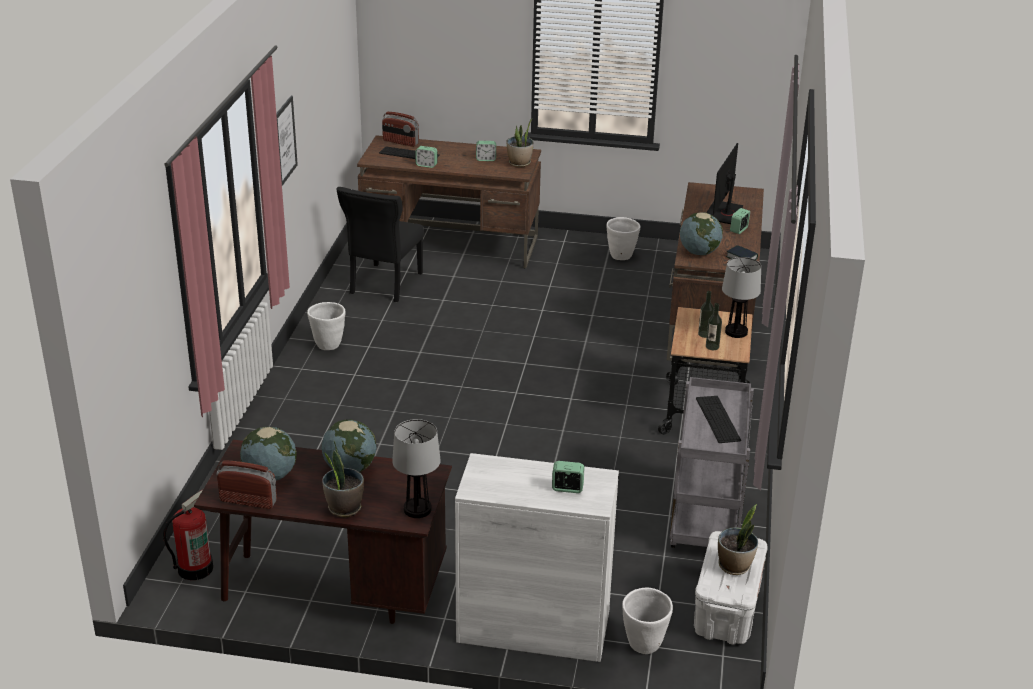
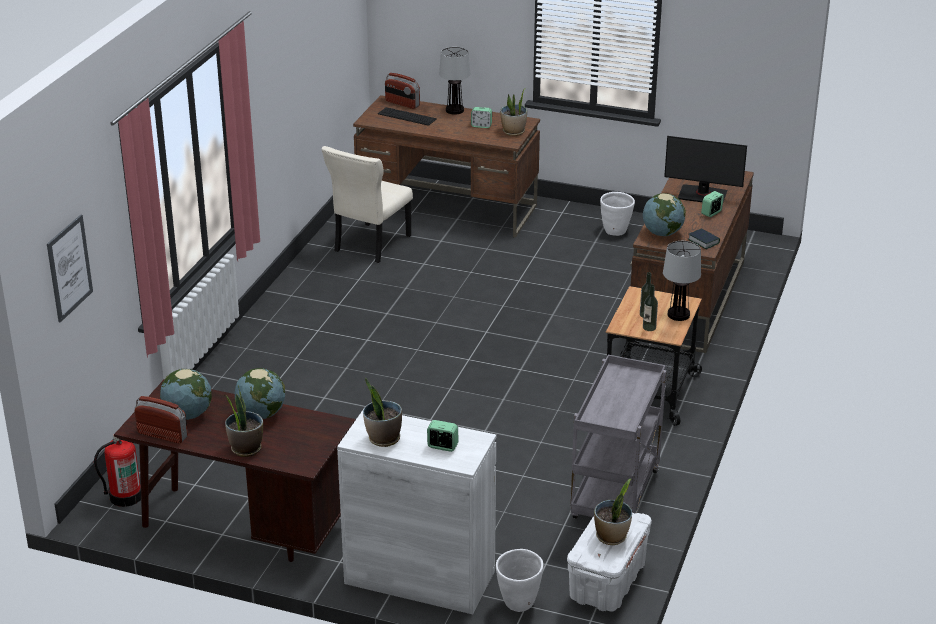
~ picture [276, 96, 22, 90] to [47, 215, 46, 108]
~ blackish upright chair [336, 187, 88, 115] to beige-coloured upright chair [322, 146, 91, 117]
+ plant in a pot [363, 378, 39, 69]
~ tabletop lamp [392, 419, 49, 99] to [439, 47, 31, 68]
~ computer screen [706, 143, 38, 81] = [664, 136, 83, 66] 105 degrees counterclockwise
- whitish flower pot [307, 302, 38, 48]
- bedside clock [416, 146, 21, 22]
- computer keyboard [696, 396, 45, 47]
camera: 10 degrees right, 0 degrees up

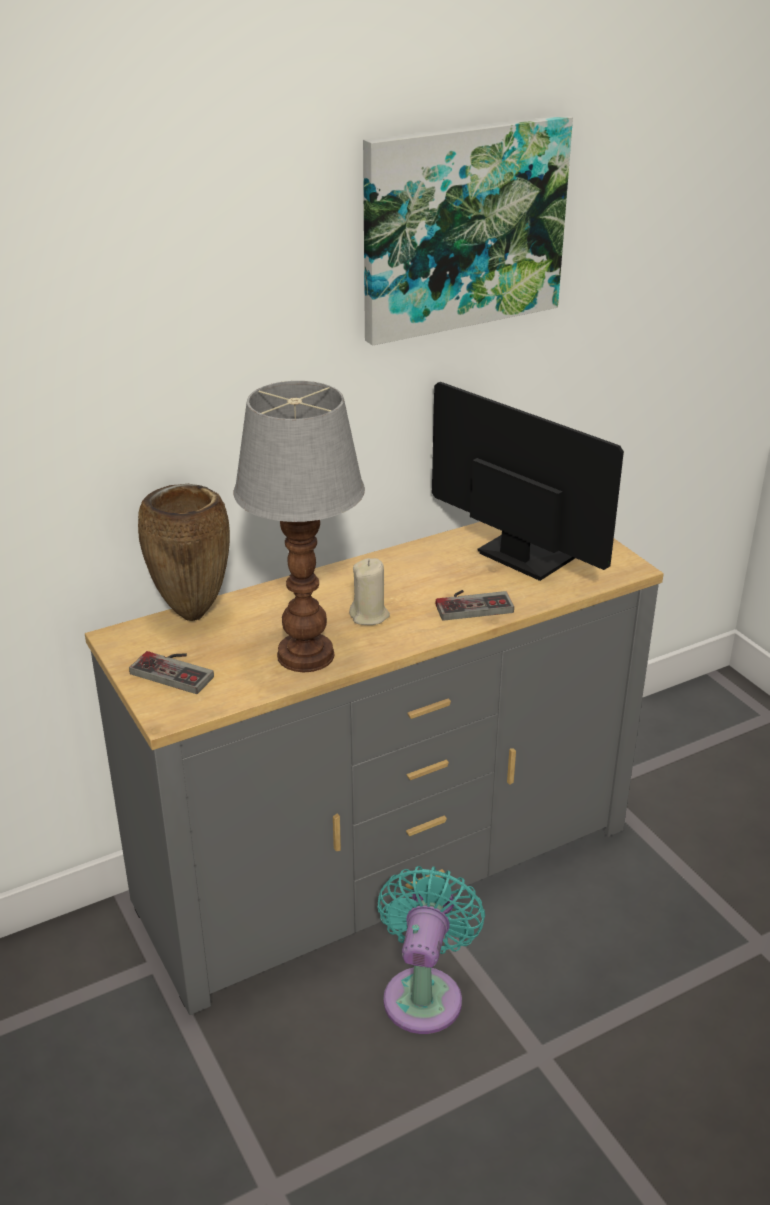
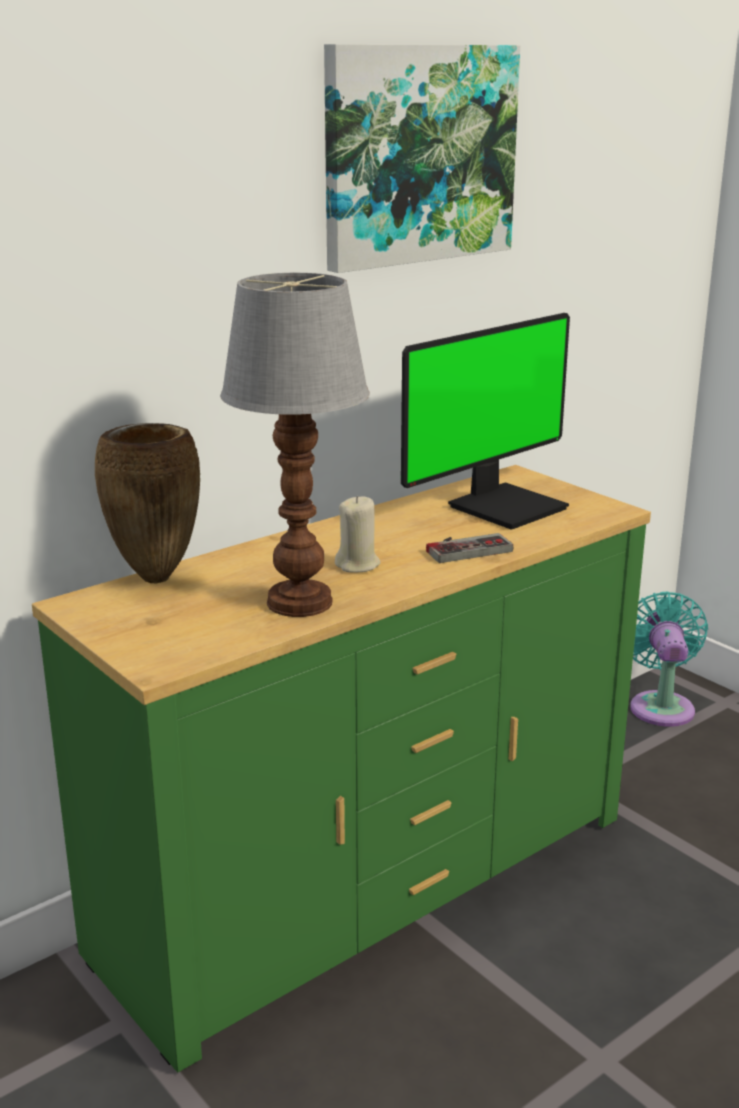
~ grey chest of drawers [85, 522, 579, 493] to greenish chest of drawers [32, 465, 619, 607]
~ computer screen [432, 382, 192, 199] = [401, 313, 169, 217] 105 degrees clockwise
~ turquoise-coloured electric fan [377, 866, 108, 168] to [630, 591, 78, 136]
- game controller [129, 651, 85, 43]
camera: 10 degrees left, 10 degrees down

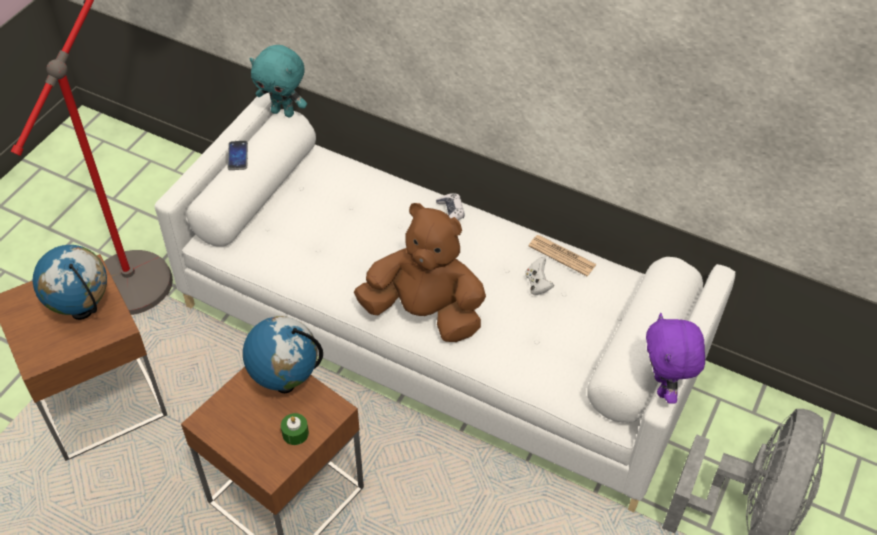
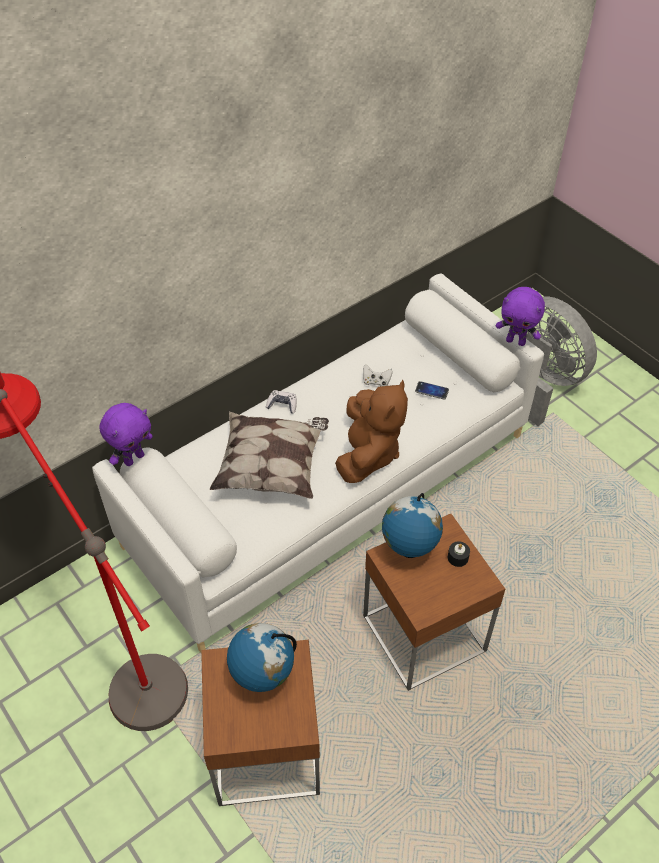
~ turquoise-coloured plush toy [249, 45, 58, 72] to purple-coloured plush toy [99, 403, 54, 63]
+ cushion [210, 412, 119, 87]
~ brownish plush toy [354, 203, 132, 139] = [335, 380, 73, 103] 150 degrees clockwise
~ phone [228, 141, 20, 29] to [415, 381, 34, 18]
~ greenish wax light [281, 413, 28, 32] to blackish wax light [448, 541, 22, 26]
- daily paper [529, 235, 68, 41]
camera: 65 degrees left, 0 degrees up

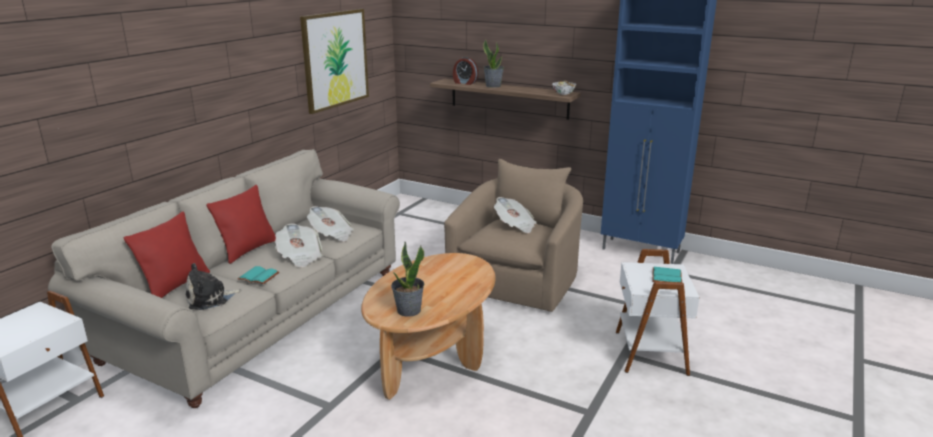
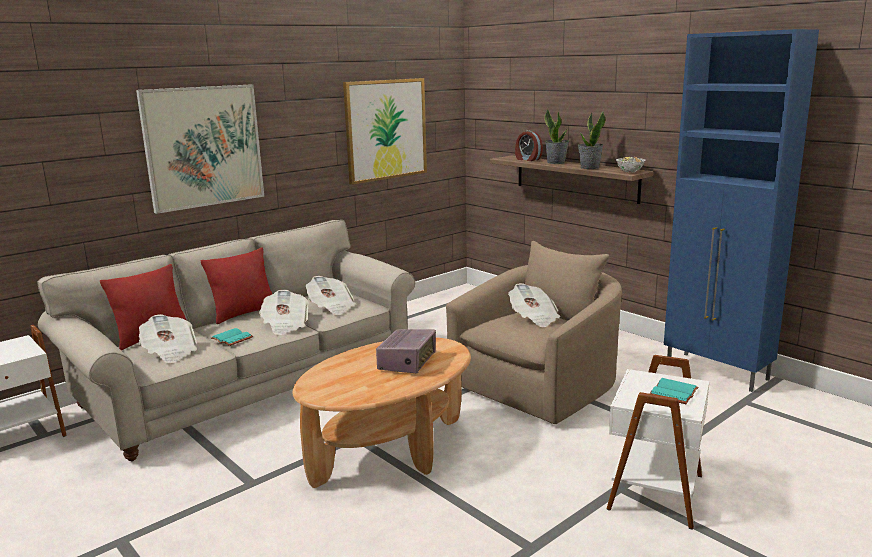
+ picture [136, 85, 128, 129]
~ plush toy [185, 263, 57, 47] to daily paper [139, 314, 58, 49]
+ radio [376, 329, 60, 44]
~ plant in a pot [391, 242, 33, 75] to [578, 112, 27, 57]
camera: 20 degrees right, 5 degrees down

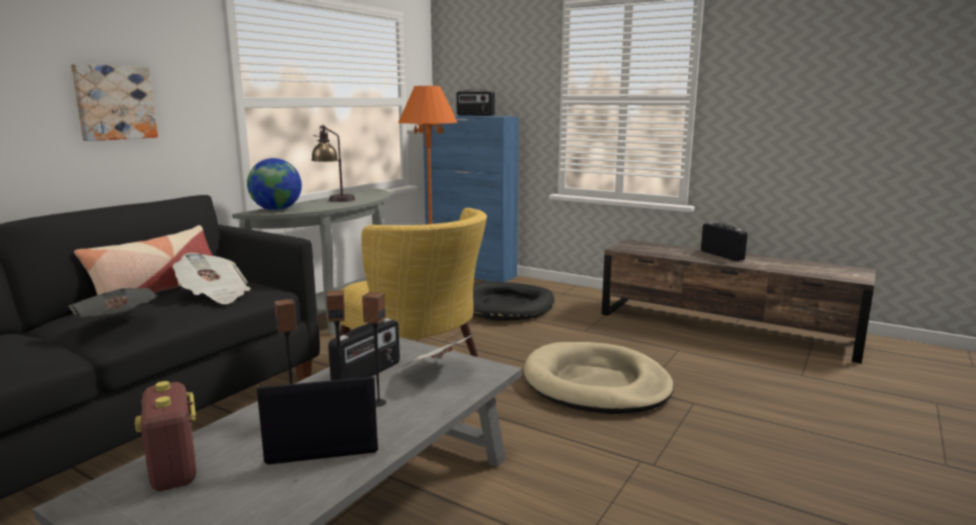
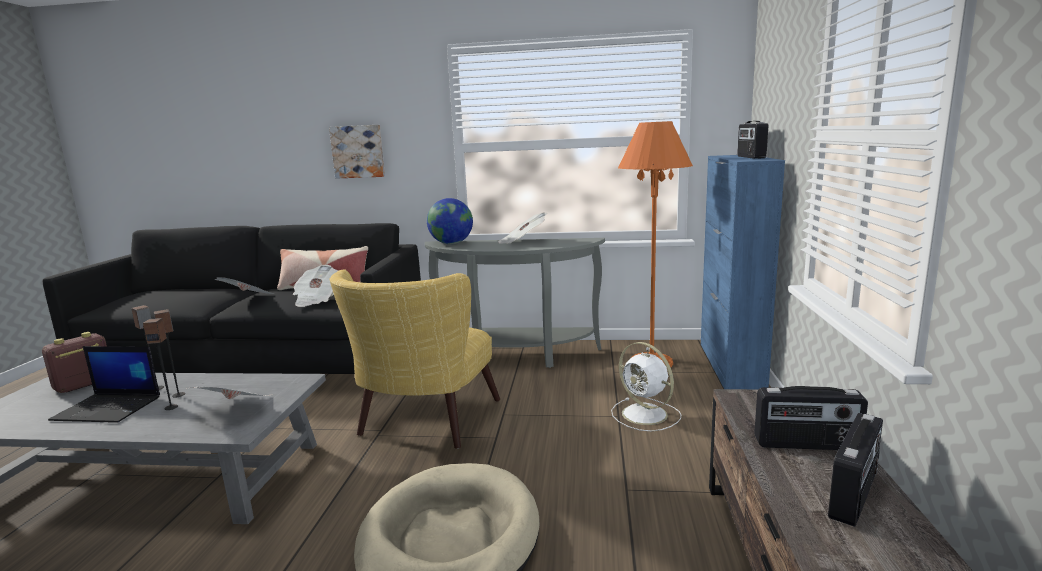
~ portable computer [257, 377, 121, 88] = [48, 346, 112, 77] 135 degrees clockwise
~ tabletop lamp [311, 125, 44, 77] to daily paper [498, 212, 49, 32]
~ blackish pet bed [473, 281, 81, 40] to whitish electric fan [611, 342, 70, 89]
~ radio [328, 318, 72, 63] to [754, 386, 114, 64]
camera: 65 degrees right, 0 degrees up

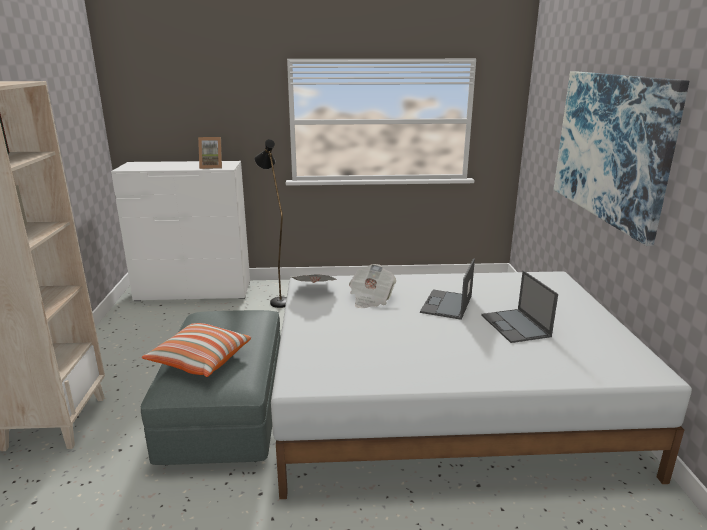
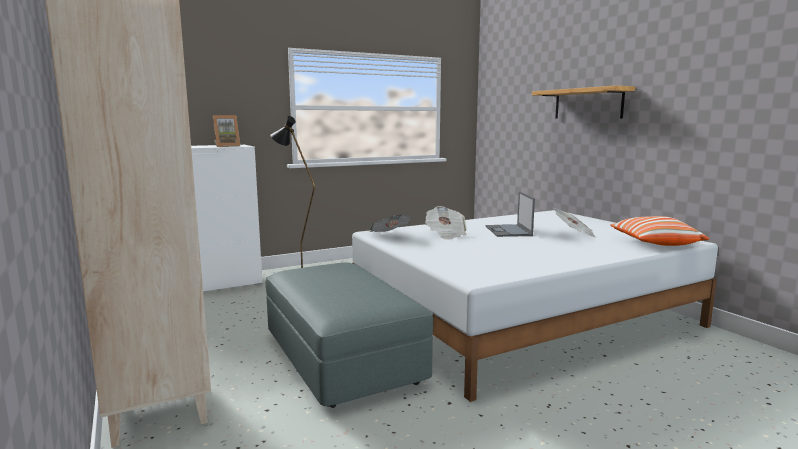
~ picture [554, 71, 135, 175] to bracket shelf [532, 86, 103, 33]
~ portable computer [481, 271, 77, 72] to daily paper [553, 208, 43, 30]
~ cushion [142, 323, 109, 54] to [610, 216, 99, 30]
camera: 25 degrees left, 10 degrees down

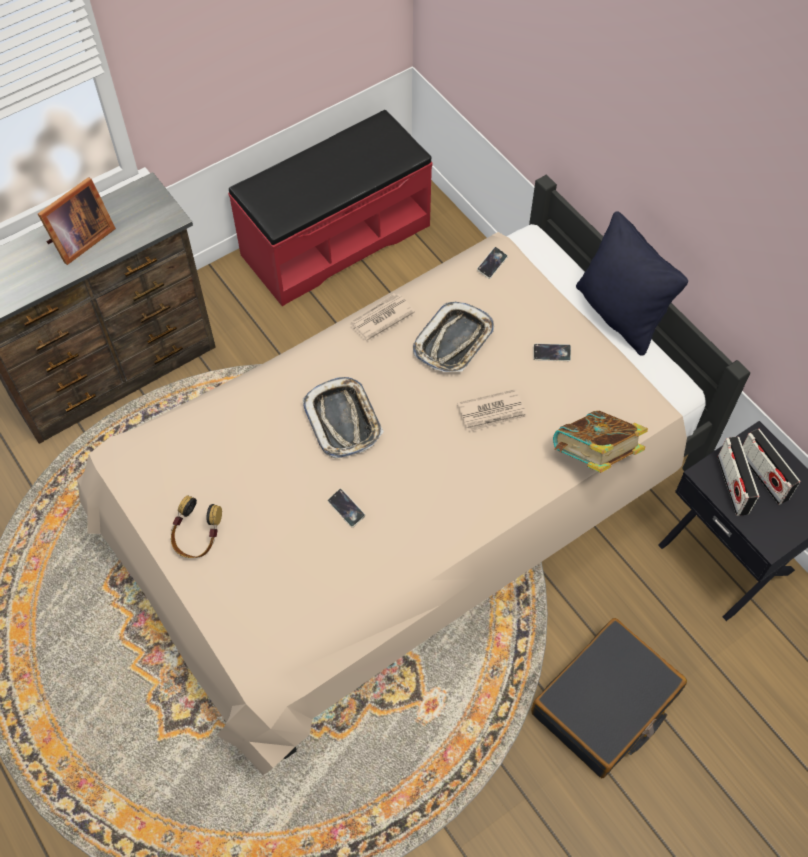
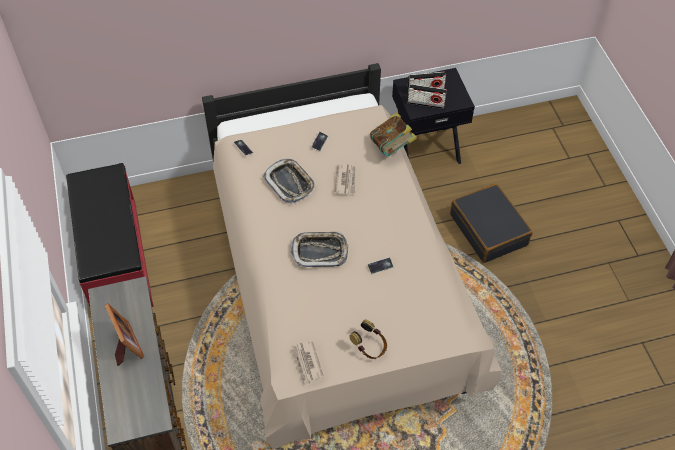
~ daily paper [349, 293, 66, 47] to [291, 340, 33, 46]
- blackish cushion [576, 211, 112, 145]
camera: 70 degrees left, 5 degrees down

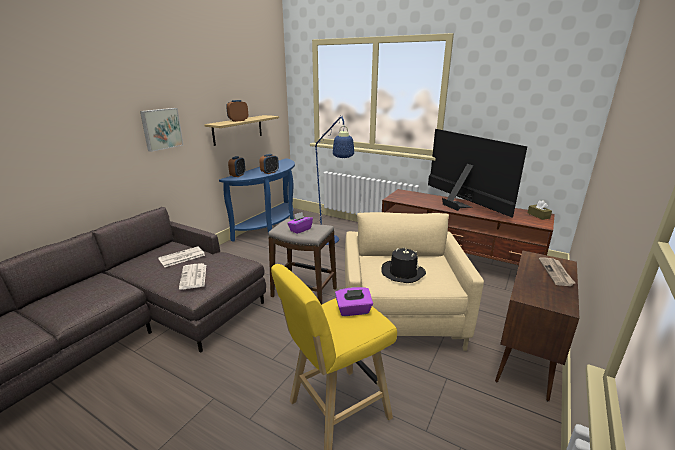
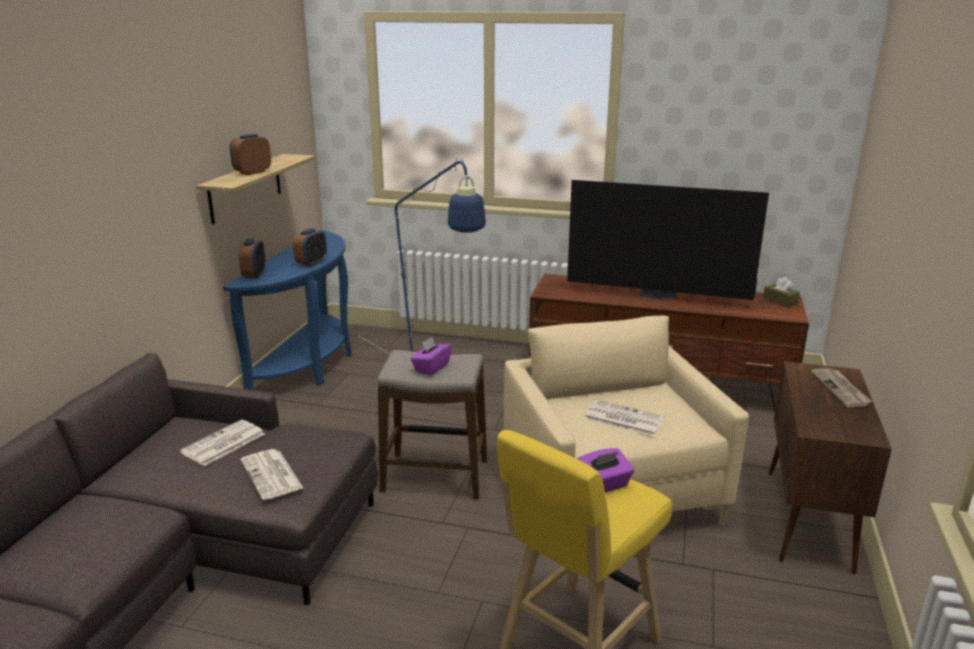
~ TV [428, 129, 99, 89] = [567, 180, 202, 121] 150 degrees clockwise
~ blackish clothing hat [381, 247, 45, 36] to daily paper [584, 400, 81, 36]
- picture [140, 108, 43, 44]
camera: 15 degrees left, 0 degrees up

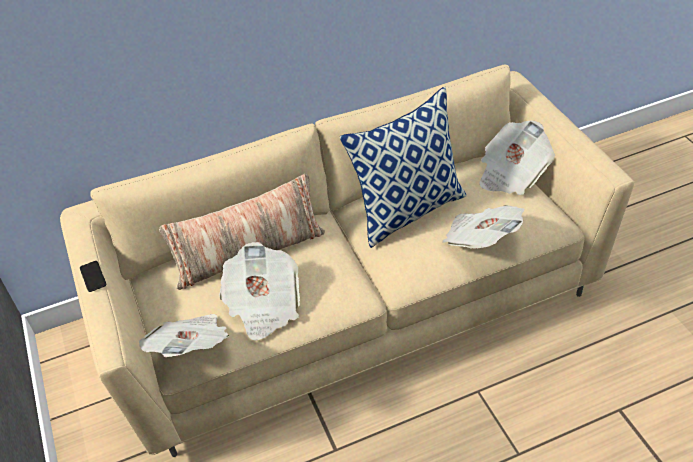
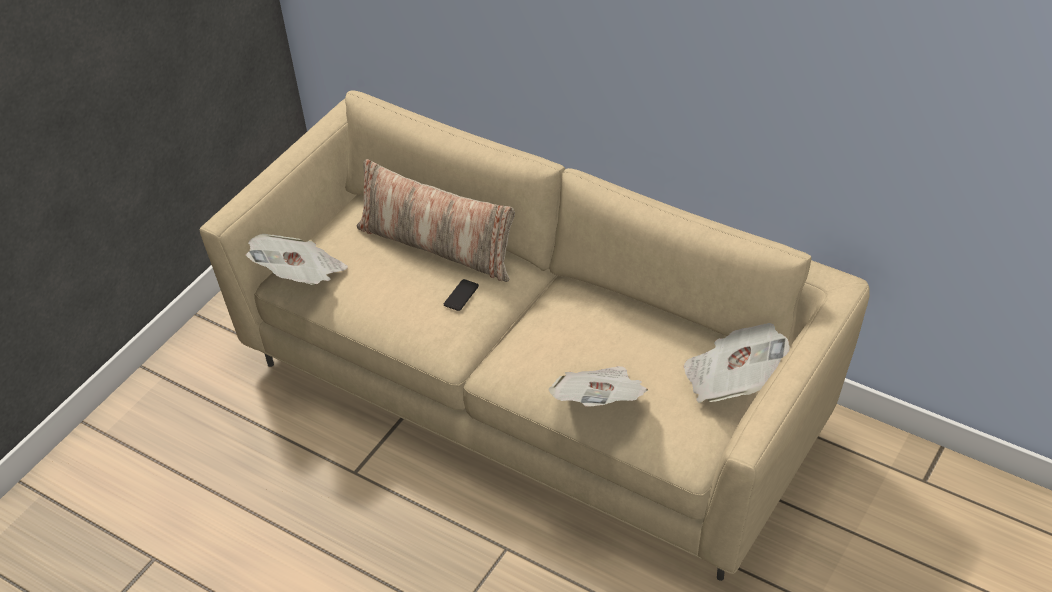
~ phone [80, 261, 26, 31] to [444, 279, 35, 32]
- daily paper [219, 242, 81, 99]
- cushion [340, 87, 127, 161]
camera: 55 degrees right, 0 degrees up

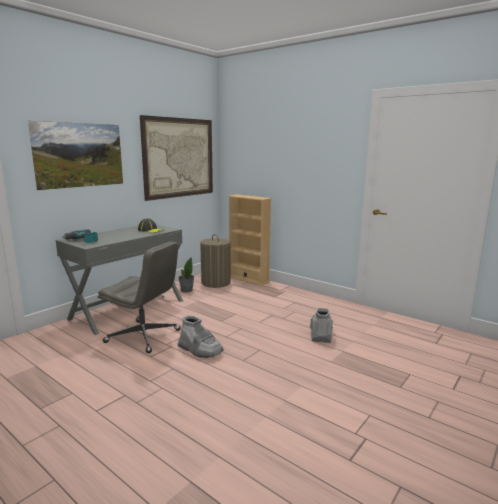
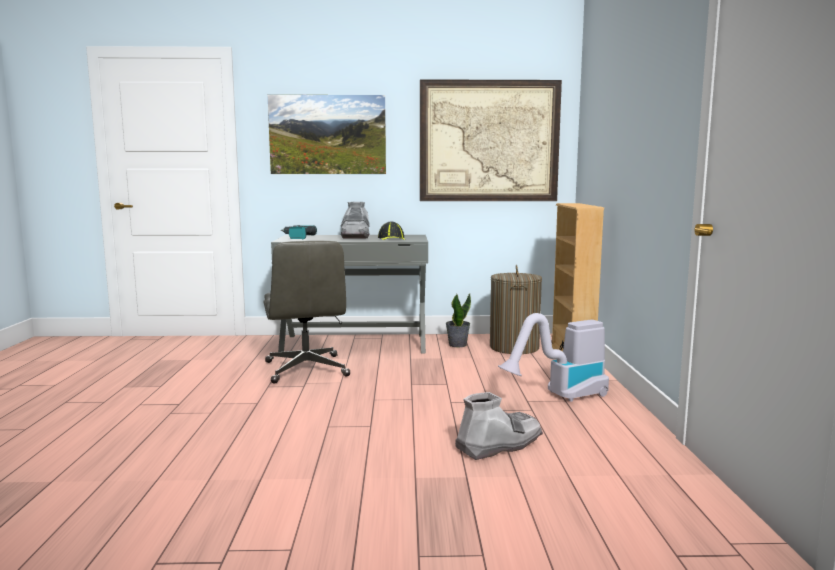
~ grey high-top boot [178, 315, 46, 43] to [341, 202, 29, 36]
+ hoover [498, 313, 111, 89]
camera: 50 degrees right, 5 degrees down

